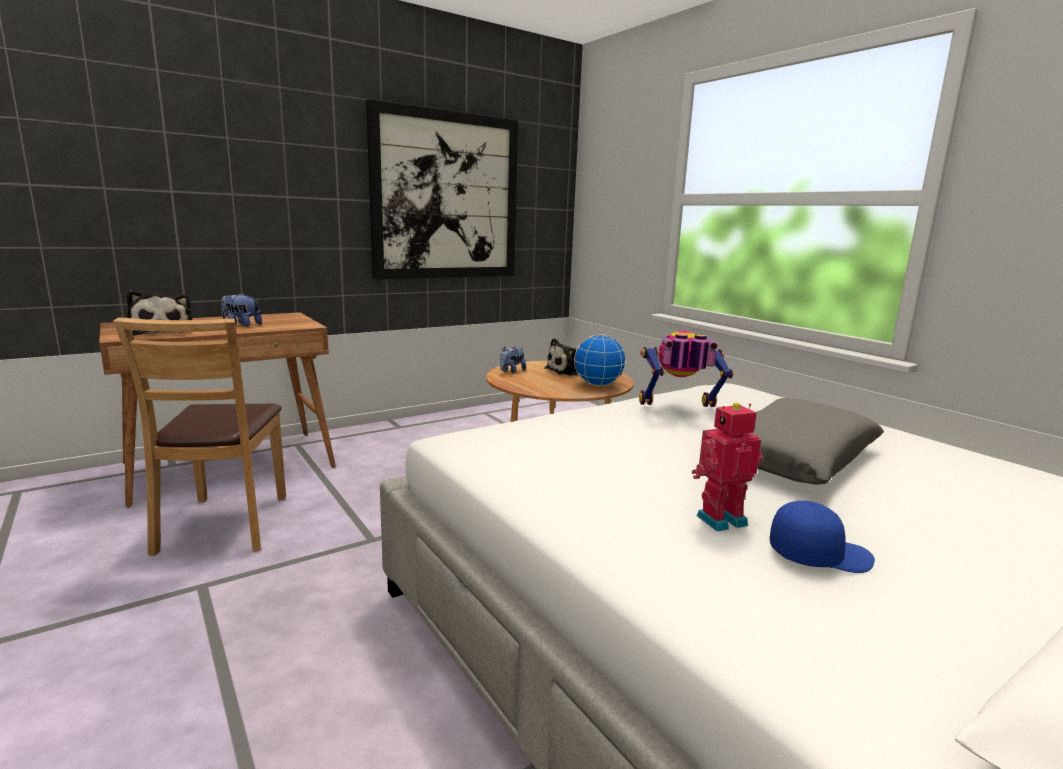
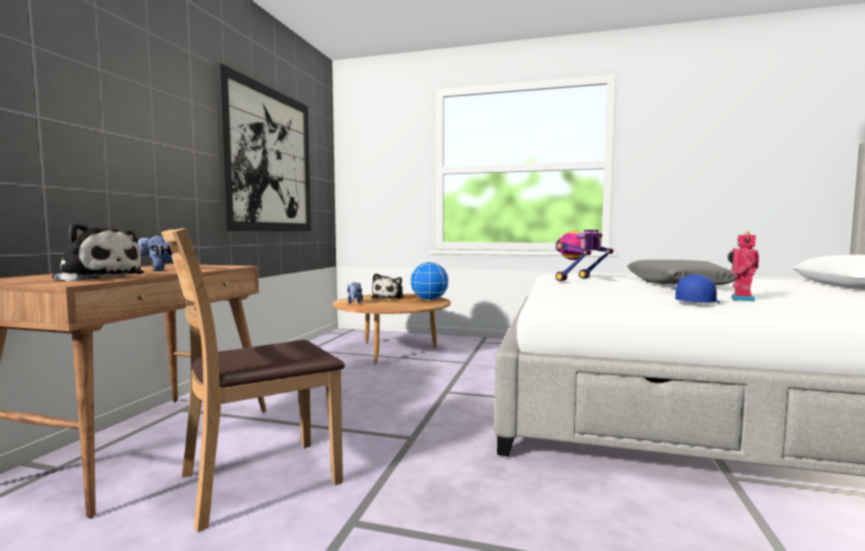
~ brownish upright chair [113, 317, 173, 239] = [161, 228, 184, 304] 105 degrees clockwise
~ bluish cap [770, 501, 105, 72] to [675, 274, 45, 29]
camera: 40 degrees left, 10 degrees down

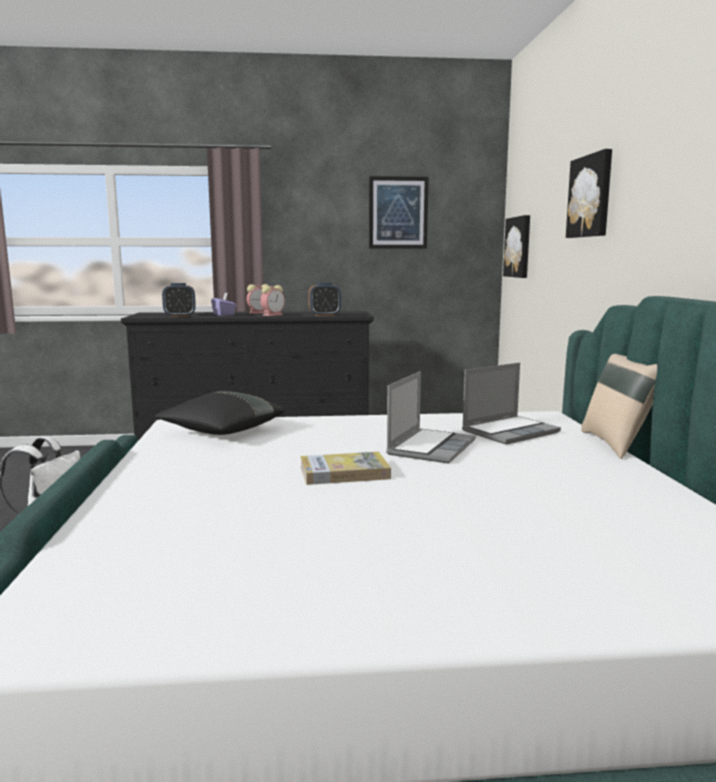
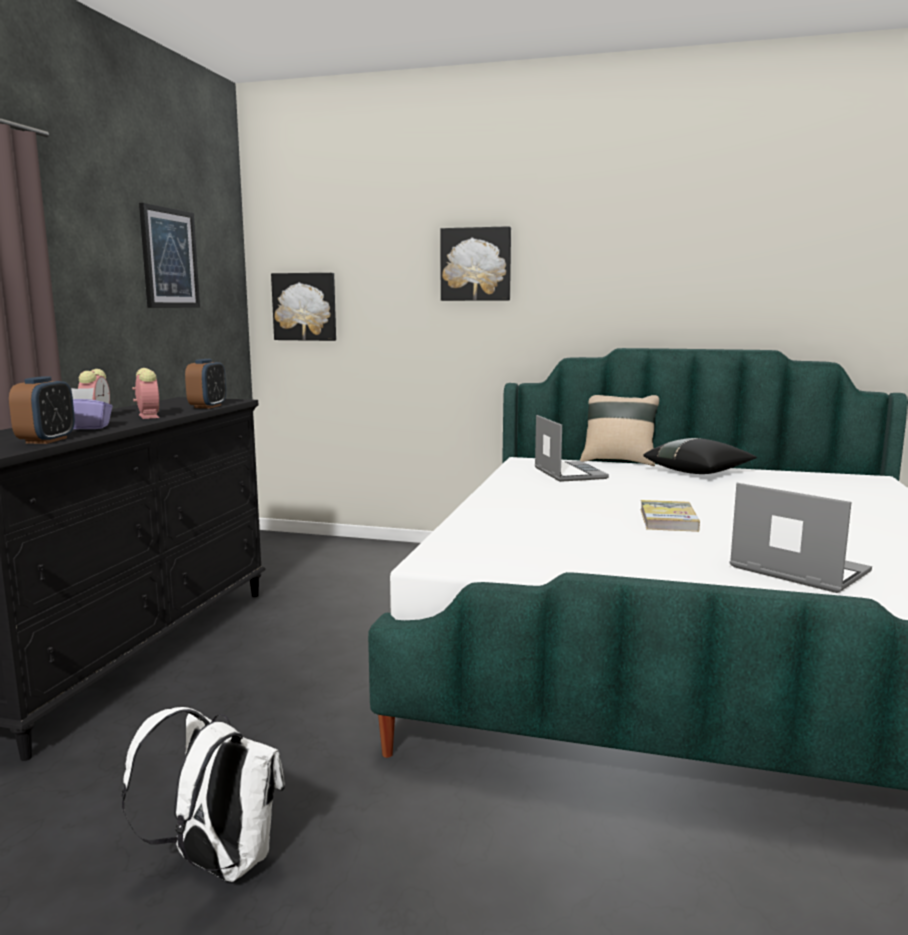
~ blackish cushion [155, 391, 130, 44] to [643, 438, 114, 36]
~ portable computer [386, 371, 90, 92] to [730, 483, 142, 110]
camera: 70 degrees left, 0 degrees up

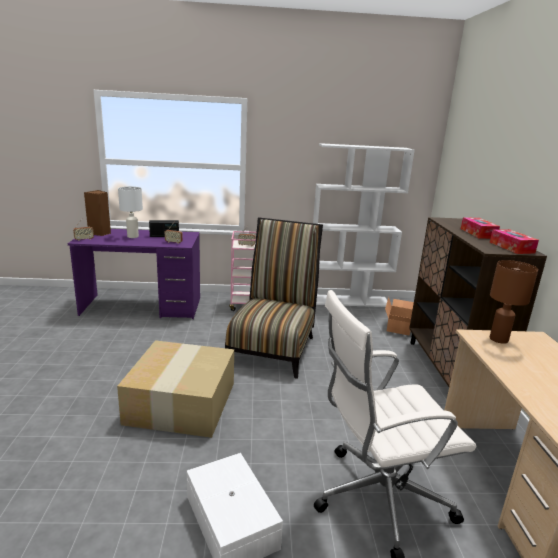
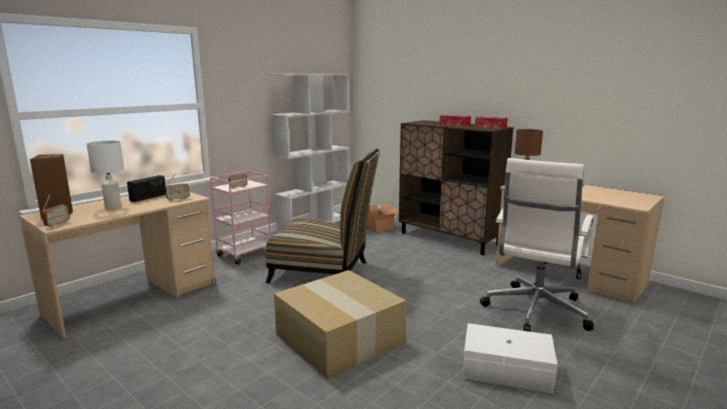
~ purple-coloured desk unit [68, 229, 132, 90] to beige-coloured desk unit [19, 192, 196, 147]
~ upright chair [225, 217, 98, 162] = [266, 149, 114, 134] 135 degrees clockwise
camera: 45 degrees left, 5 degrees down

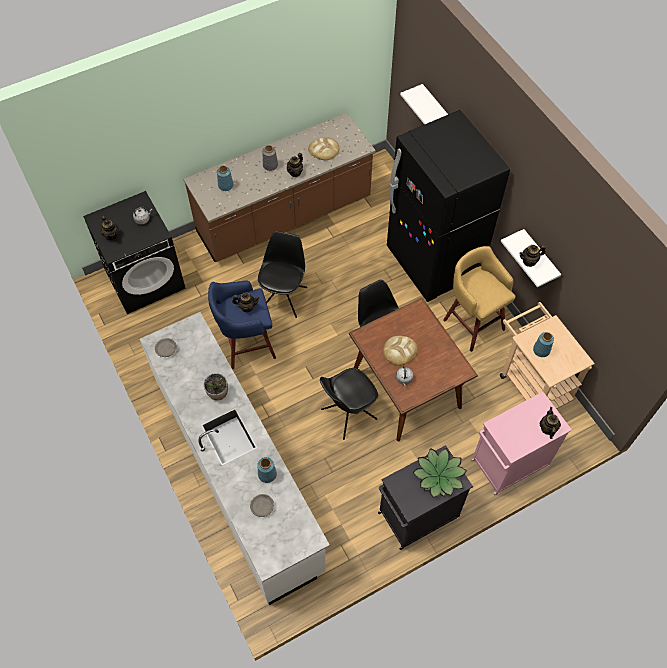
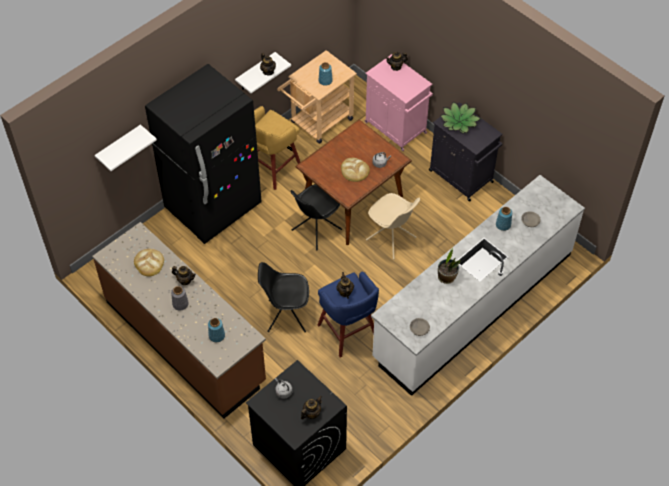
~ blackish upright chair [320, 368, 58, 72] to beige-coloured upright chair [366, 193, 54, 66]
camera: 105 degrees left, 5 degrees down

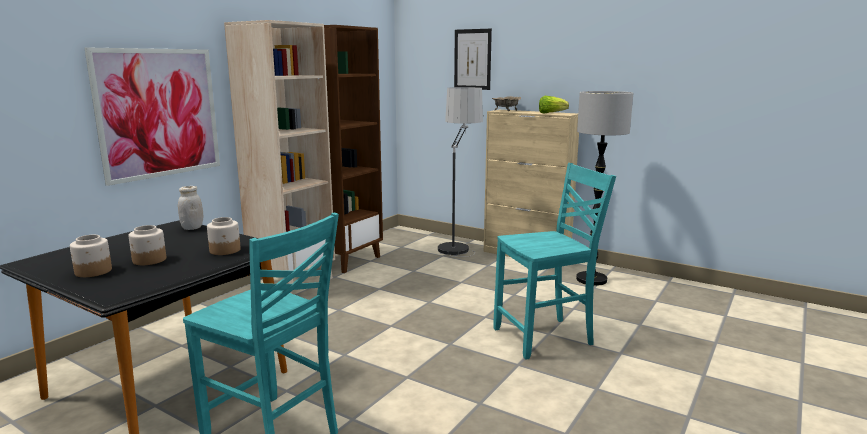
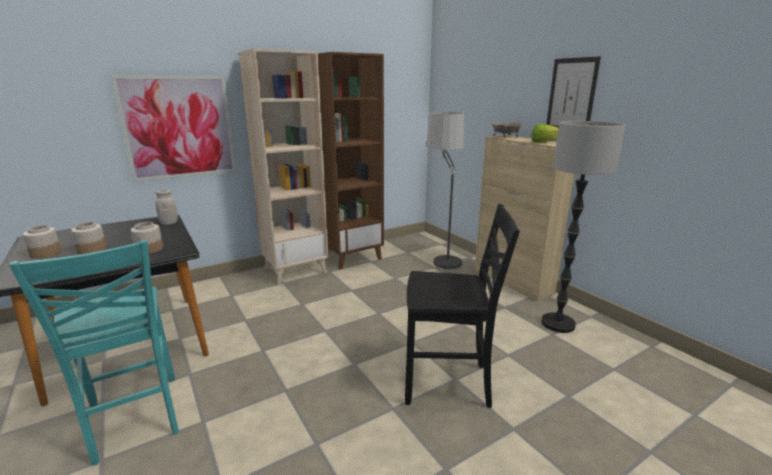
~ turquoise-coloured upright chair [493, 163, 123, 197] to blackish upright chair [405, 204, 115, 204]
~ picture [454, 29, 38, 61] to [546, 56, 55, 72]
camera: 25 degrees right, 5 degrees up

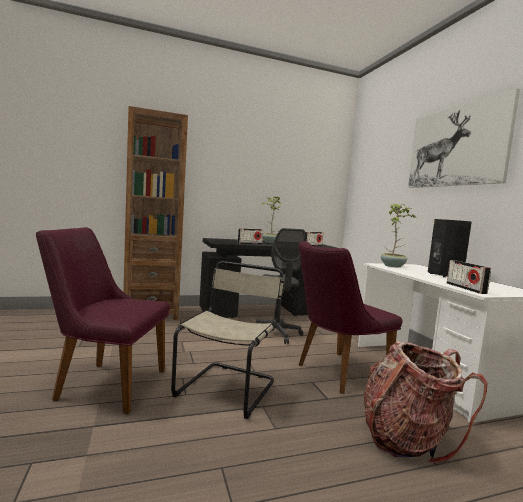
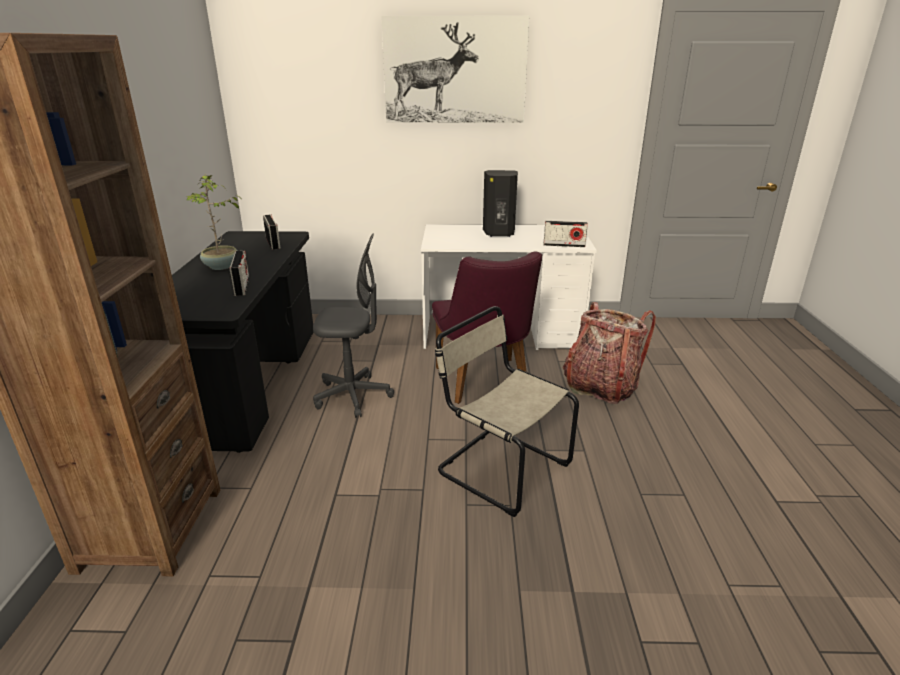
- purple-coloured upright chair [36, 227, 134, 187]
- plant in a pot [381, 204, 36, 63]
camera: 70 degrees left, 20 degrees up

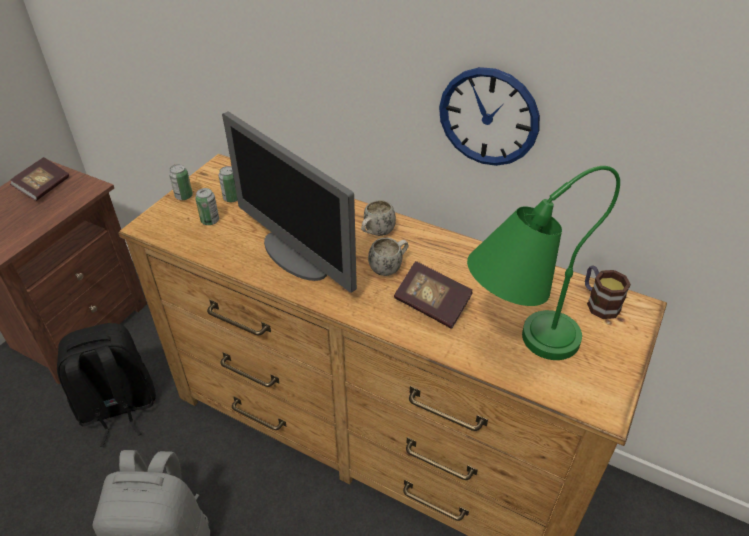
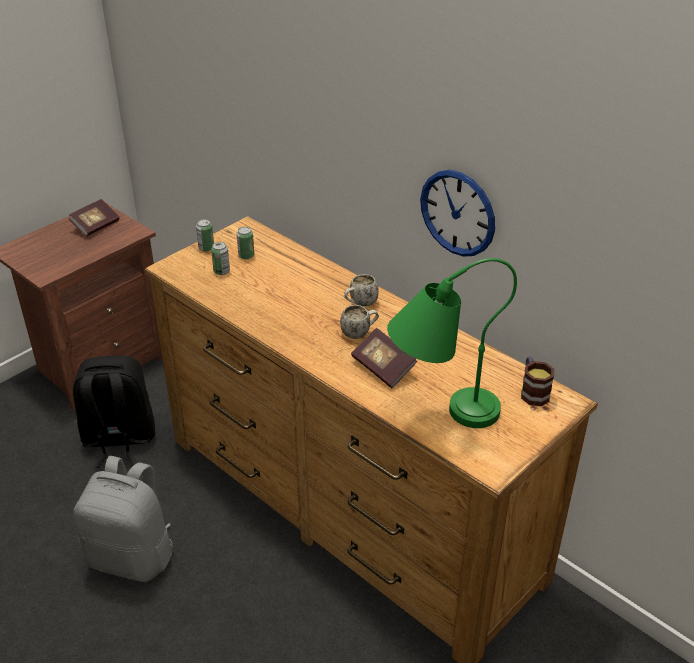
- computer screen [222, 111, 135, 182]
camera: 15 degrees right, 5 degrees down

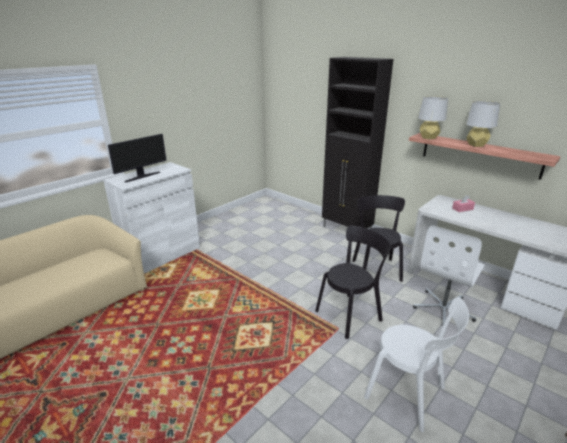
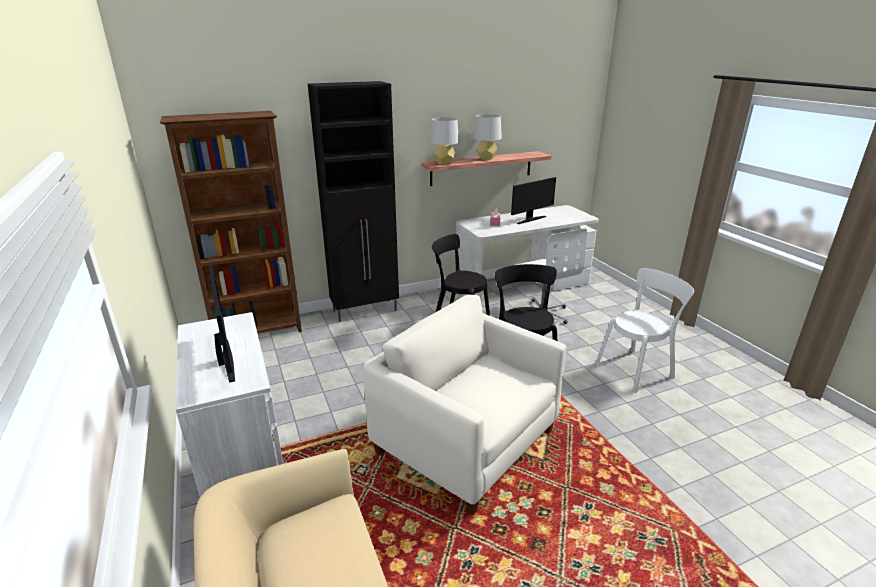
+ brownish shelving unit [160, 111, 142, 223]
+ whitish easy chair [363, 295, 203, 221]
+ computer screen [511, 177, 45, 47]
camera: 65 degrees left, 0 degrees up

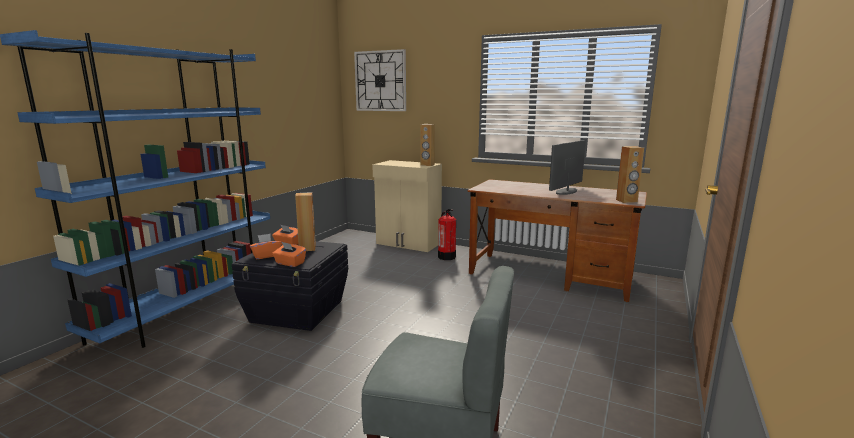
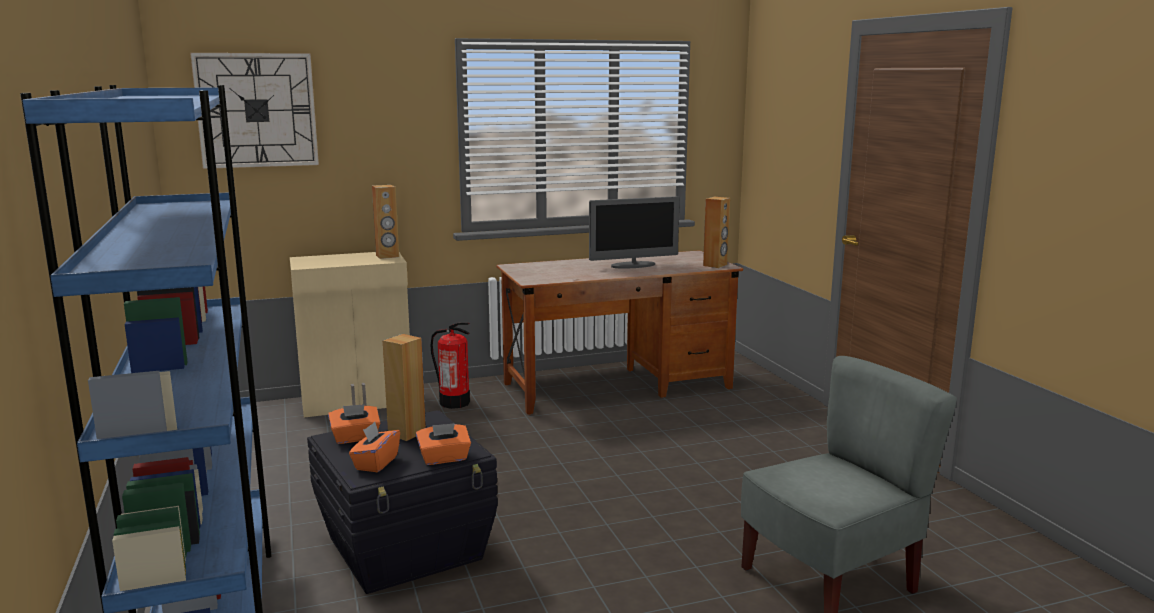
~ computer screen [549, 140, 37, 55] = [589, 196, 91, 73] 105 degrees counterclockwise
camera: 45 degrees left, 0 degrees up

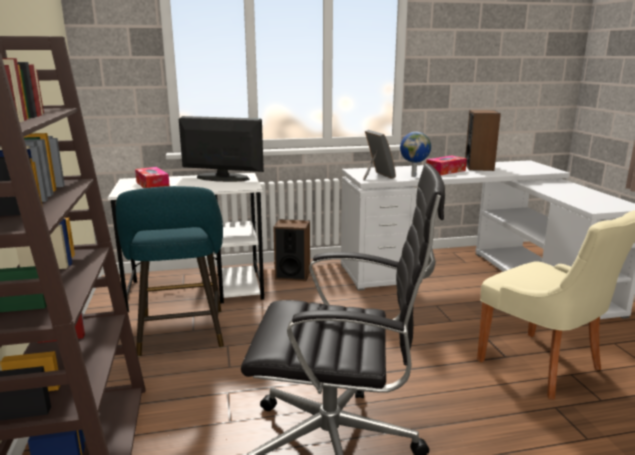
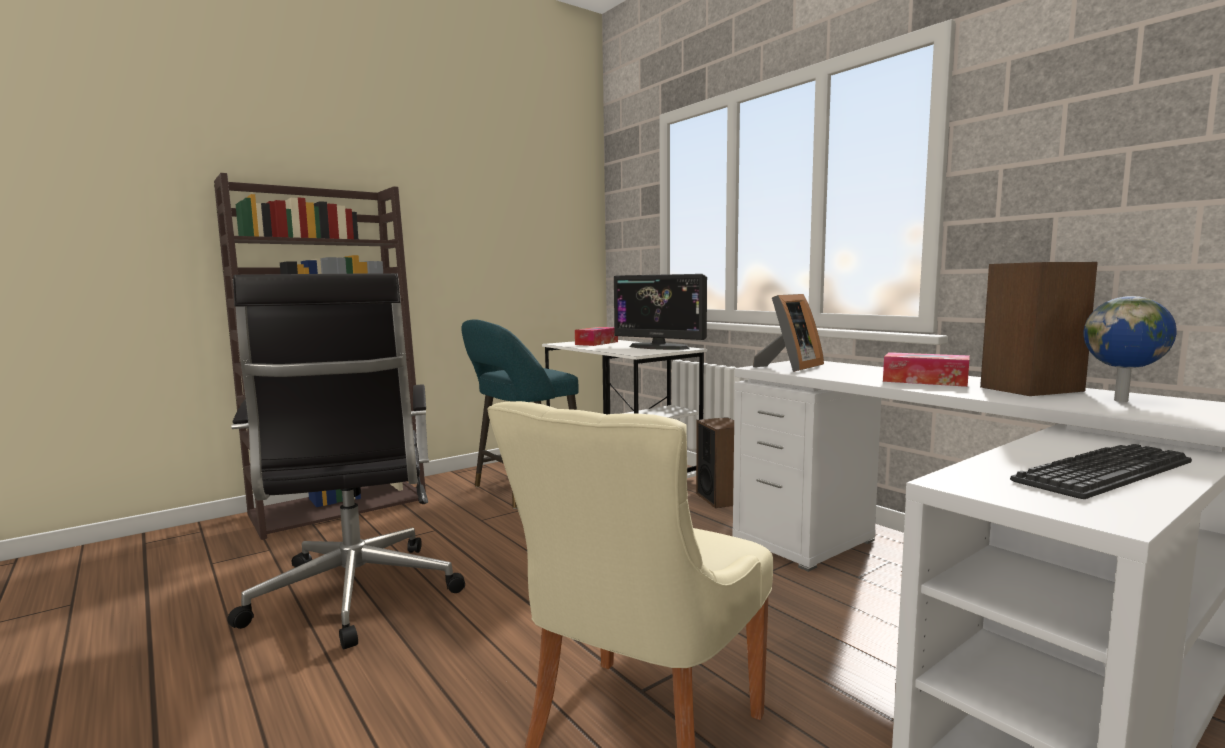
~ computer screen [179, 116, 85, 66] = [614, 274, 93, 76] 135 degrees clockwise
+ computer keyboard [1010, 444, 182, 55]
~ world globe [400, 132, 31, 45] to [1084, 296, 93, 106]
camera: 65 degrees right, 10 degrees down

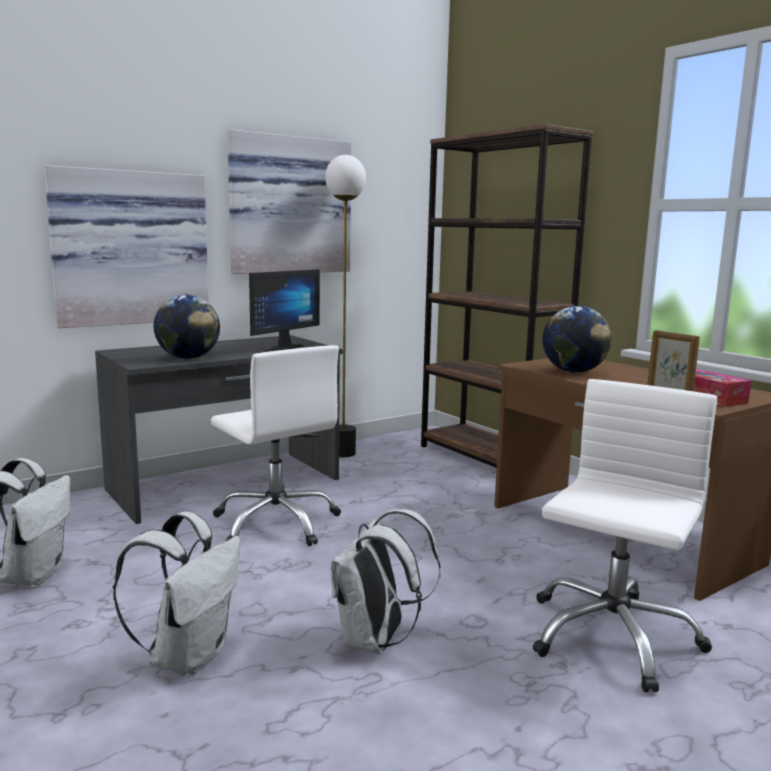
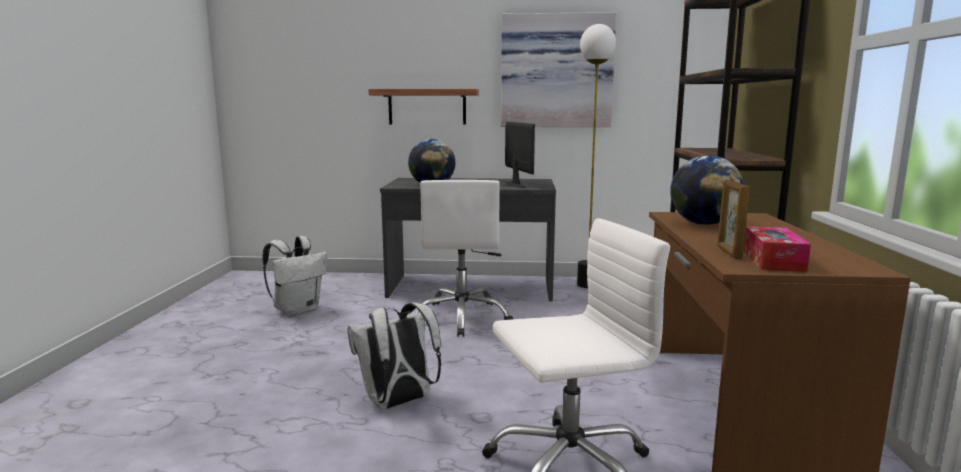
~ picture [44, 165, 165, 163] to bracket shelf [368, 89, 111, 36]
~ computer screen [249, 269, 71, 83] = [503, 122, 32, 66] 90 degrees counterclockwise
- whitish rucksack [113, 512, 128, 164]
camera: 40 degrees right, 0 degrees up

